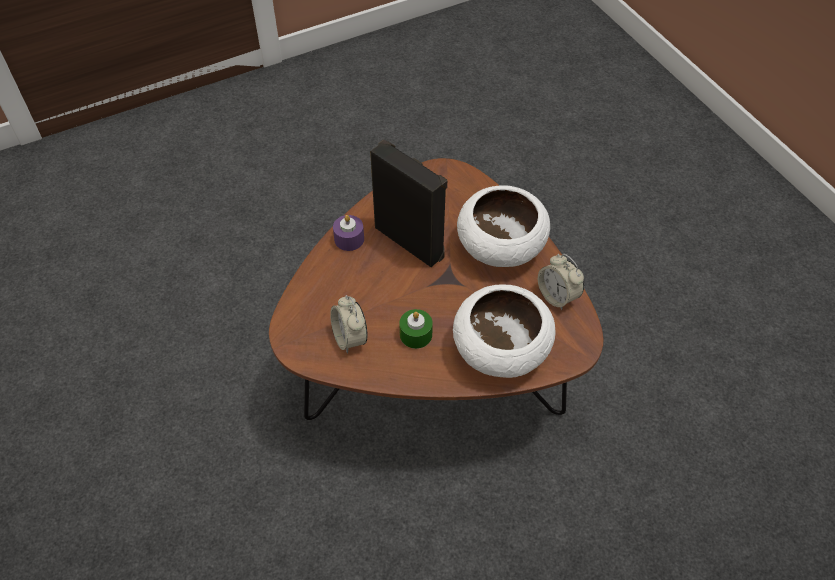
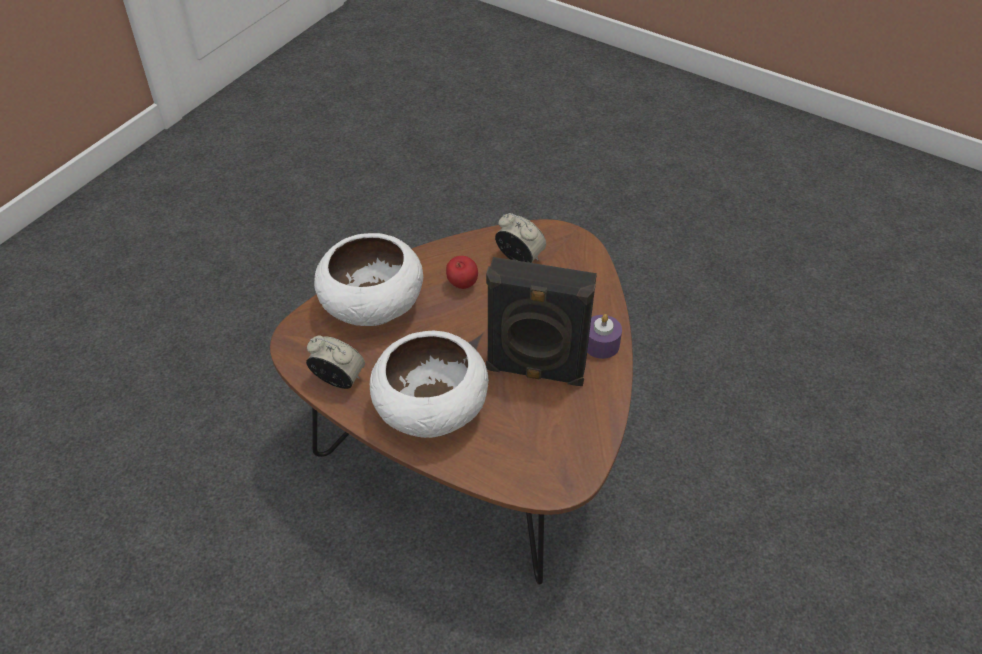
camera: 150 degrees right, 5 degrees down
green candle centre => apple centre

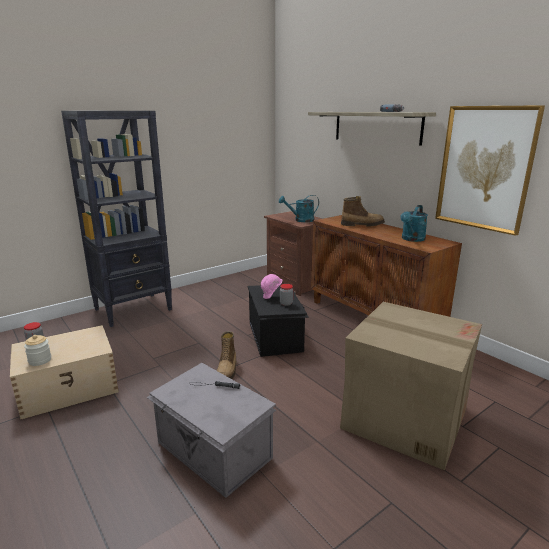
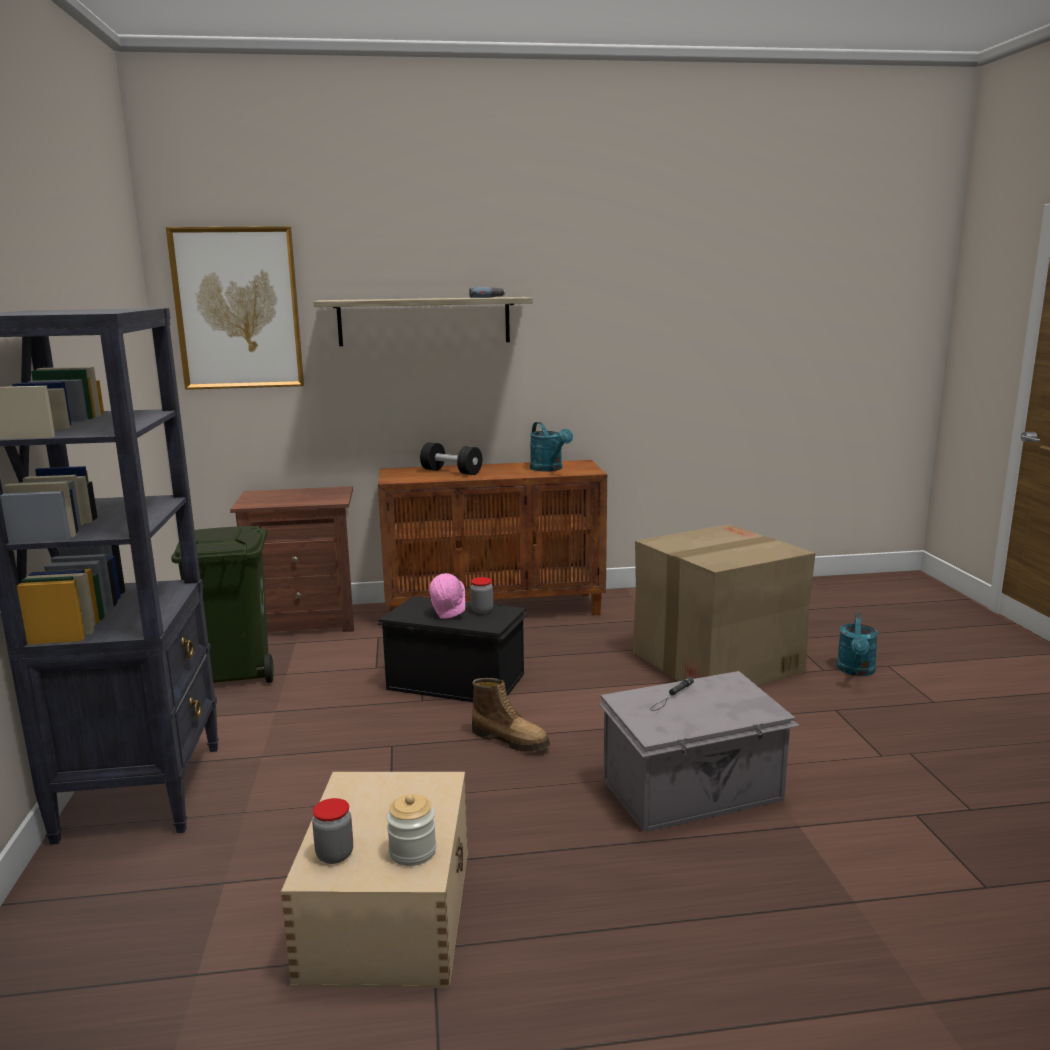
camera: 60 degrees left, 5 degrees down
picture top right => picture top left, move
turquoise watering can (1st from left in the first image) centre => turquoise watering can (2nd from left) middle right, move
boot (2nd from left) centre => black dumbbell centre
nothing => green trash can middle left

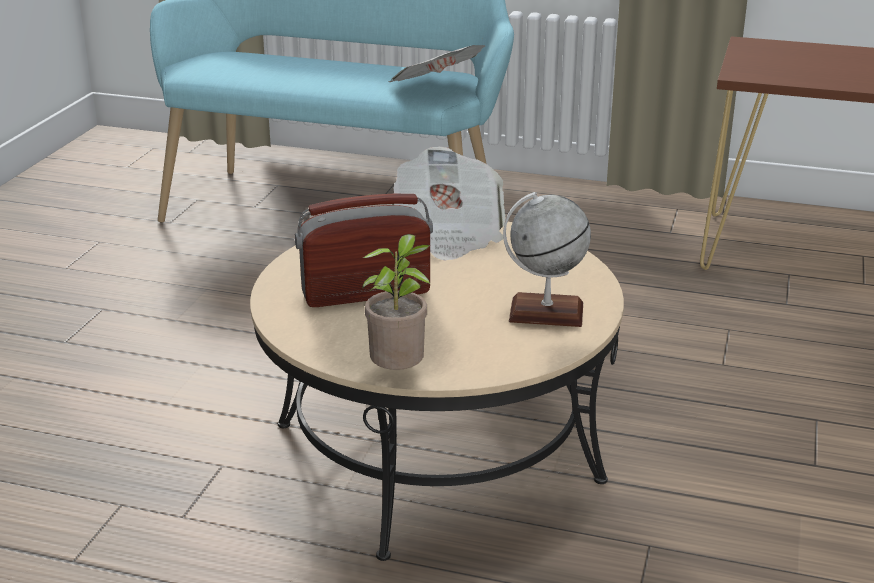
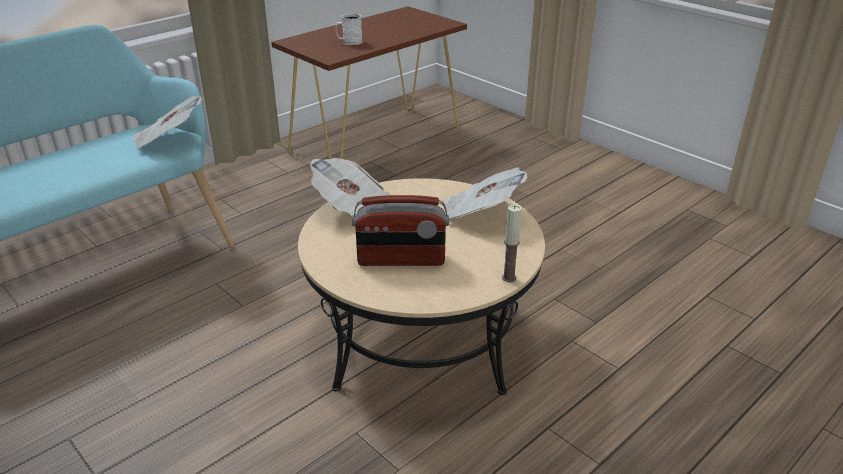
camera: 60 degrees left, 5 degrees up
globe centre => newspaper (3rd from left) centre
radio centre, 105 degrees counterclockwise
potted plant centre => candle centre
nothing => white mug top centre

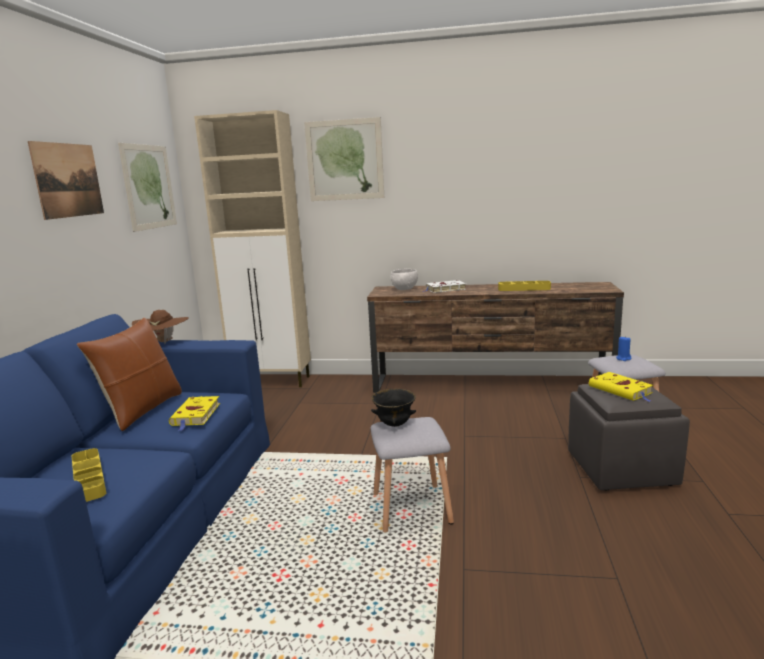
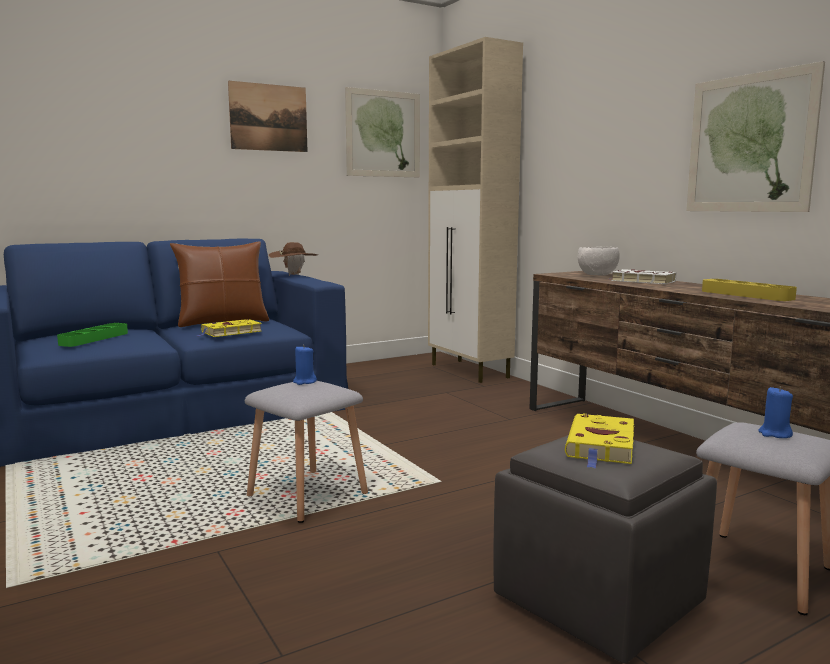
camera: 50 degrees right, 5 degrees down
picture (3rd from left) top centre => picture (3rd from left) top right, move
black bowl centre => blue candle (1st from left) centre
yellow tray (1st from left) bottom left => green tray middle left

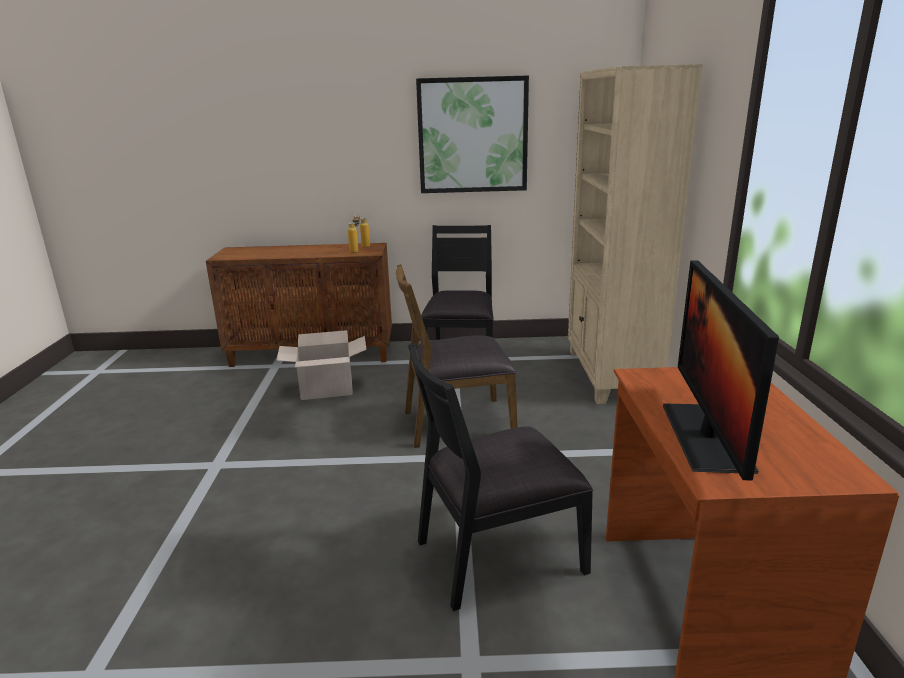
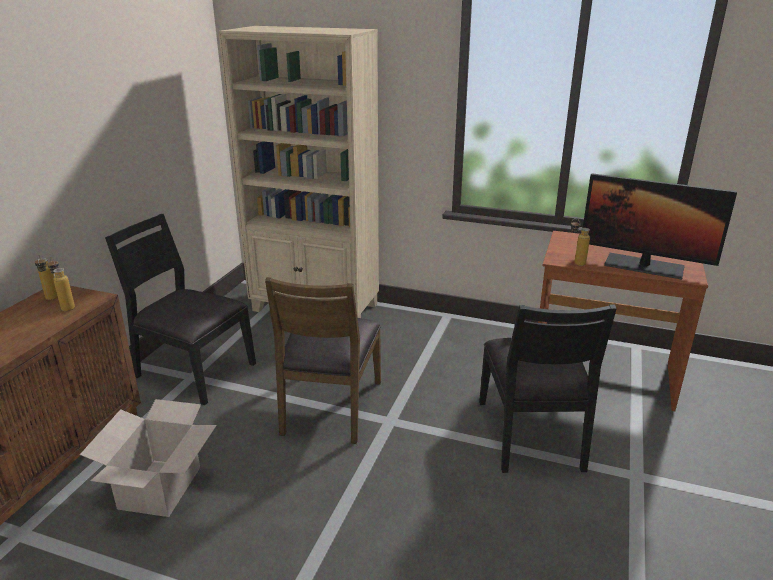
camera: 70 degrees left, 5 degrees up
picture top centre => nothing
nothing => bottle (3rd from left) middle right

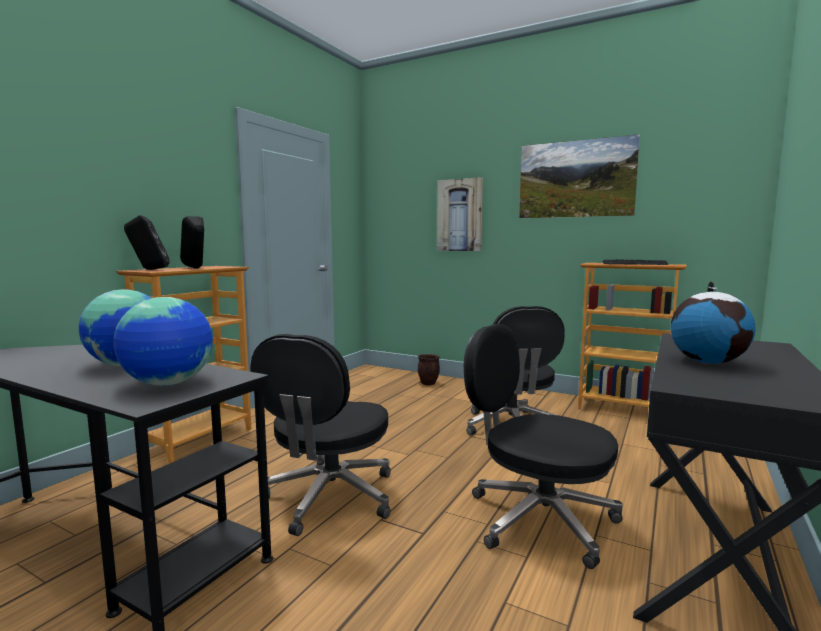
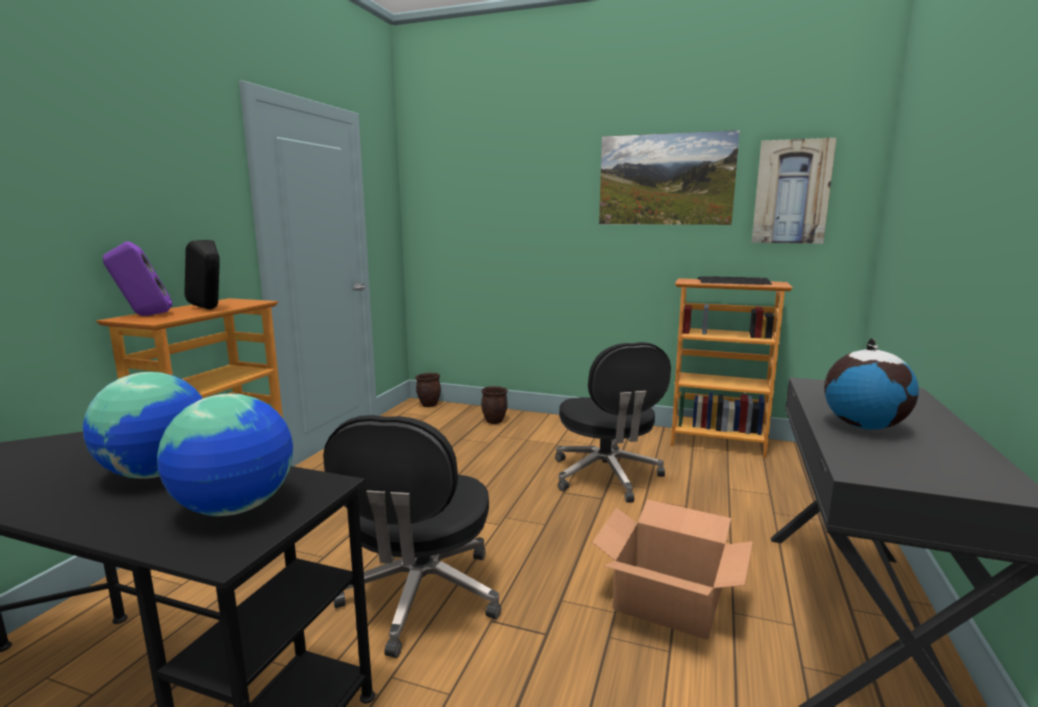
camera: 10 degrees left, 5 degrees up
picture (1st from left in the first image) centre => picture (2nd from left) top right, move
black speaker (1st from left) middle left => purple speaker middle left
black office chair (3rd from left) bottom centre => cardboard box bottom centre
nothing => brown planter (1st from left) centre

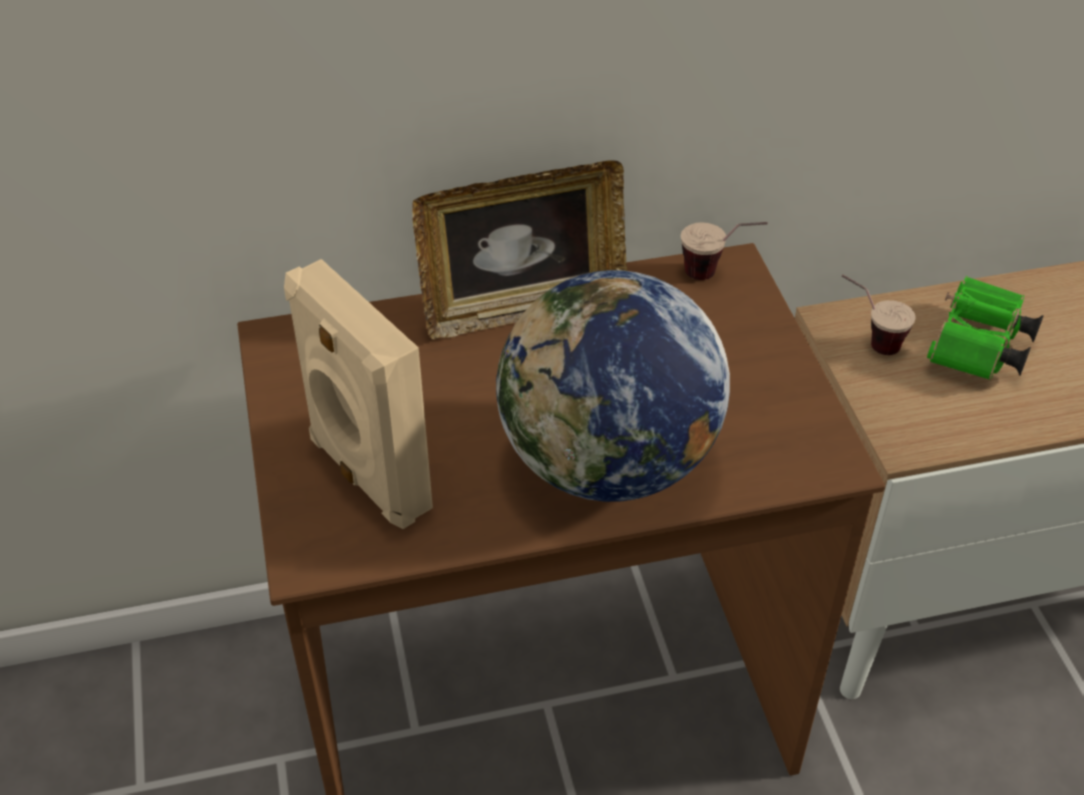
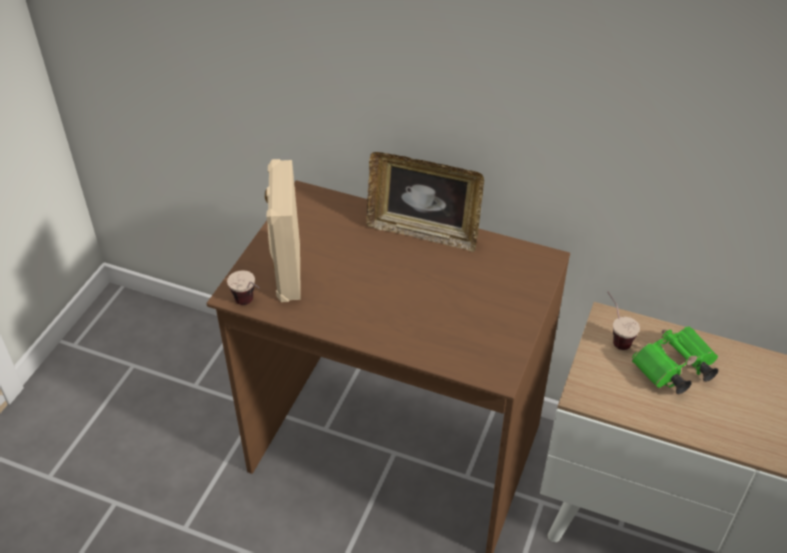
camera: 35 degrees right, 0 degrees up
cup (1st from left) top right => cup (1st from left) middle left, move
globe centre => nothing

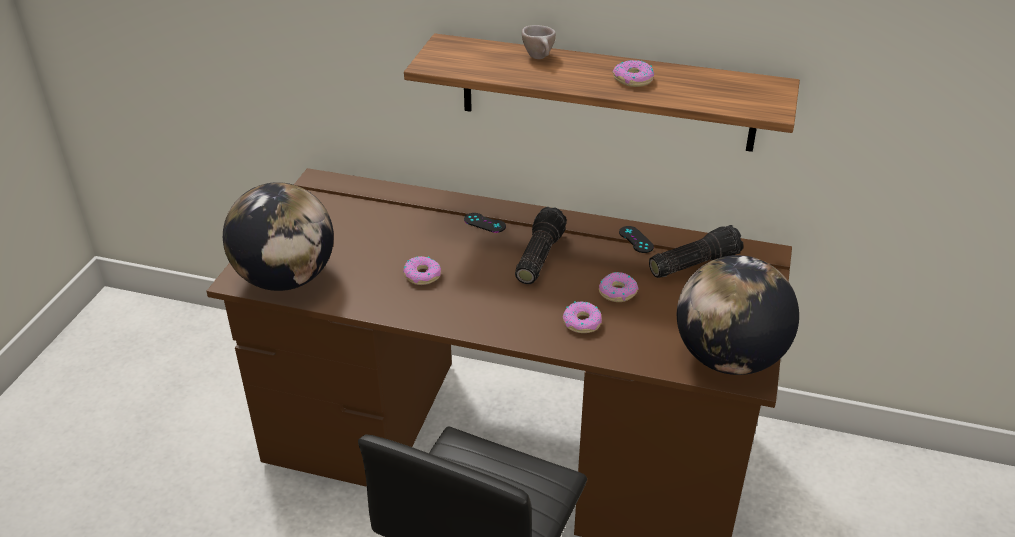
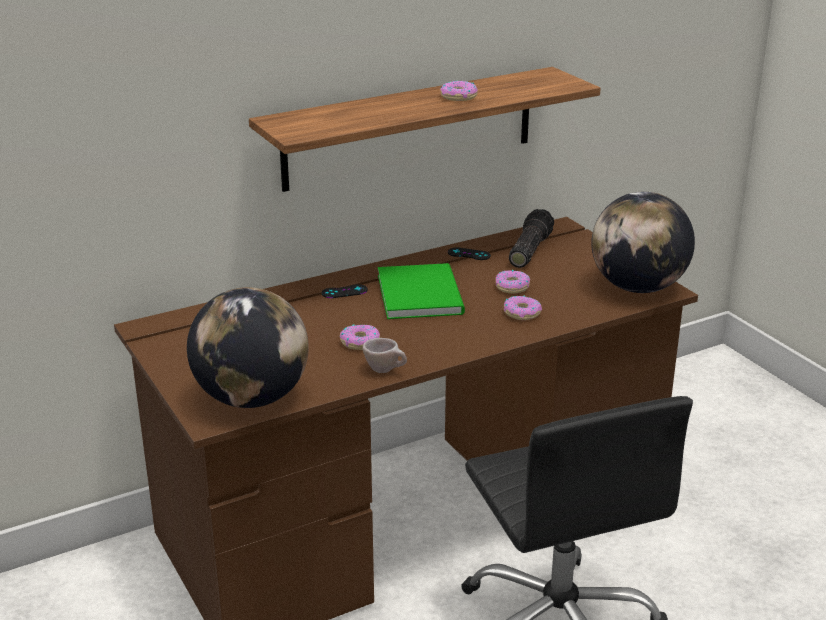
camera: 45 degrees left, 10 degrees down
beige cup top centre => beige cup centre, move
flashlight (1st from left) centre => green book centre

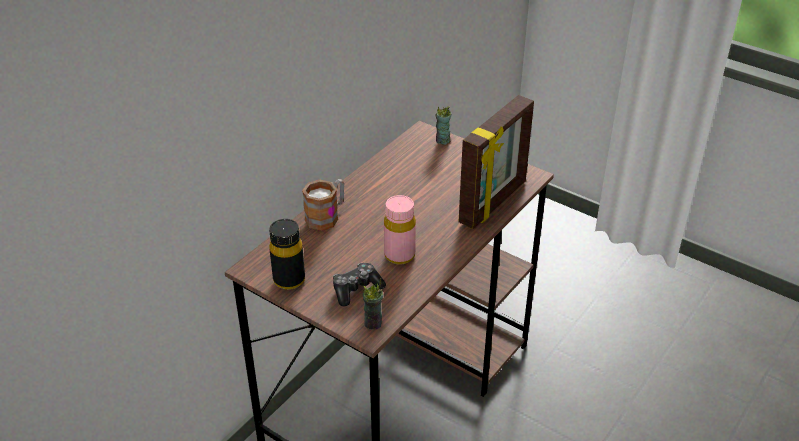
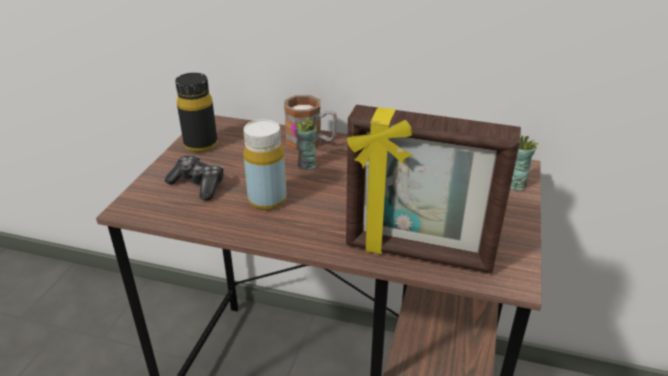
camera: 70 degrees right, 5 degrees down
pink bottle centre => yellow bottle centre
cup (1st from left) bottom centre => cup (1st from left) centre, move

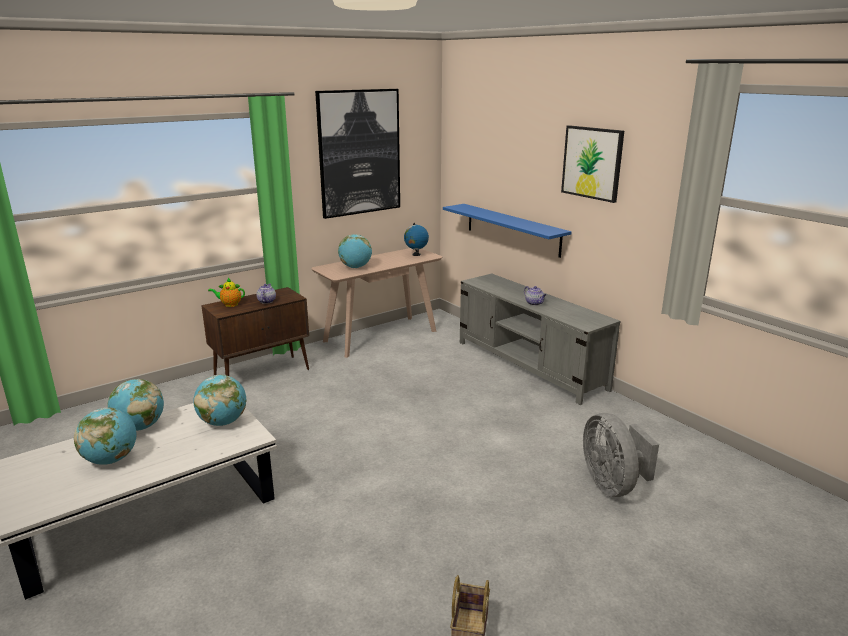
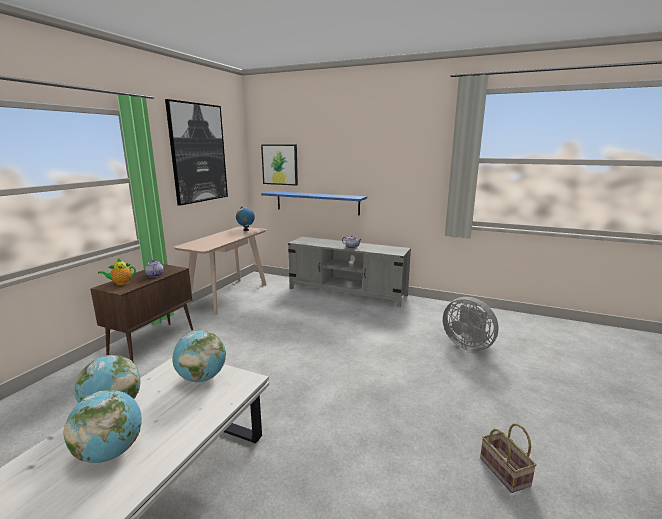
camera: 30 degrees left, 5 degrees down
picture (2nd from left) top right => picture (2nd from left) top centre, move
globe (4th from left) centre => nothing

